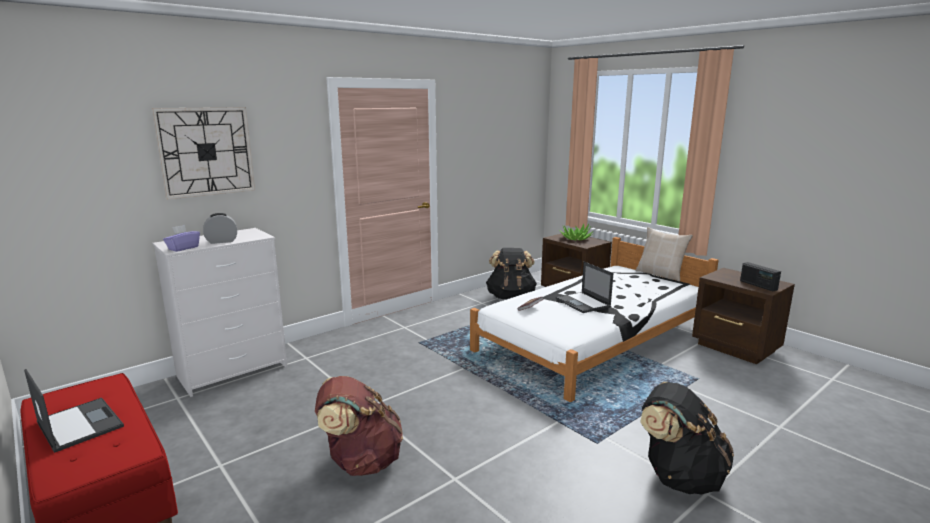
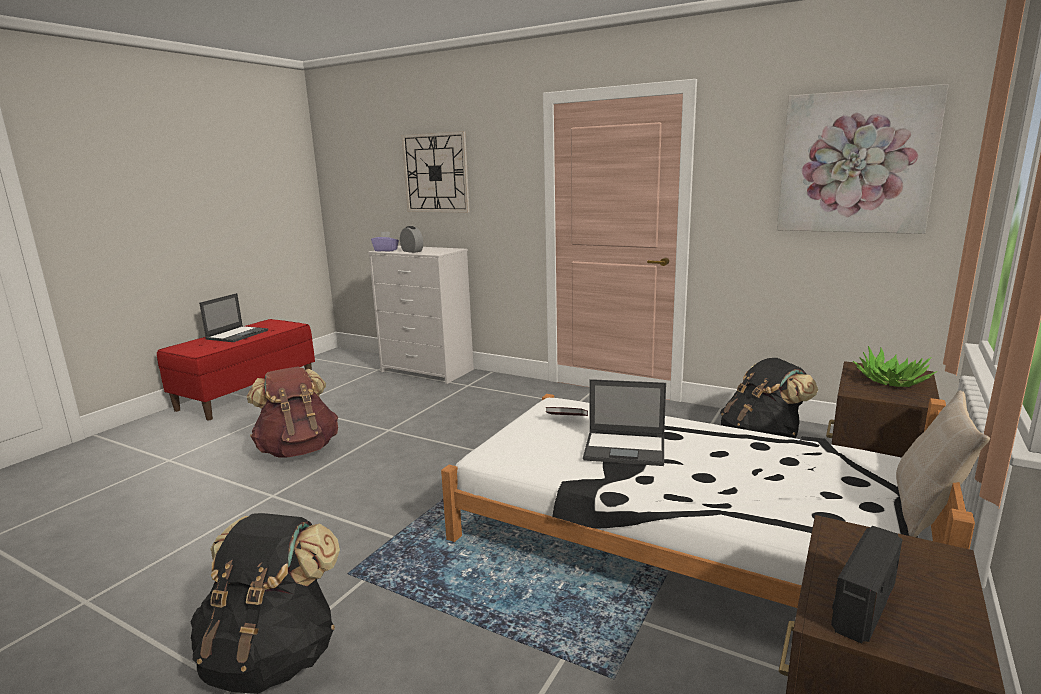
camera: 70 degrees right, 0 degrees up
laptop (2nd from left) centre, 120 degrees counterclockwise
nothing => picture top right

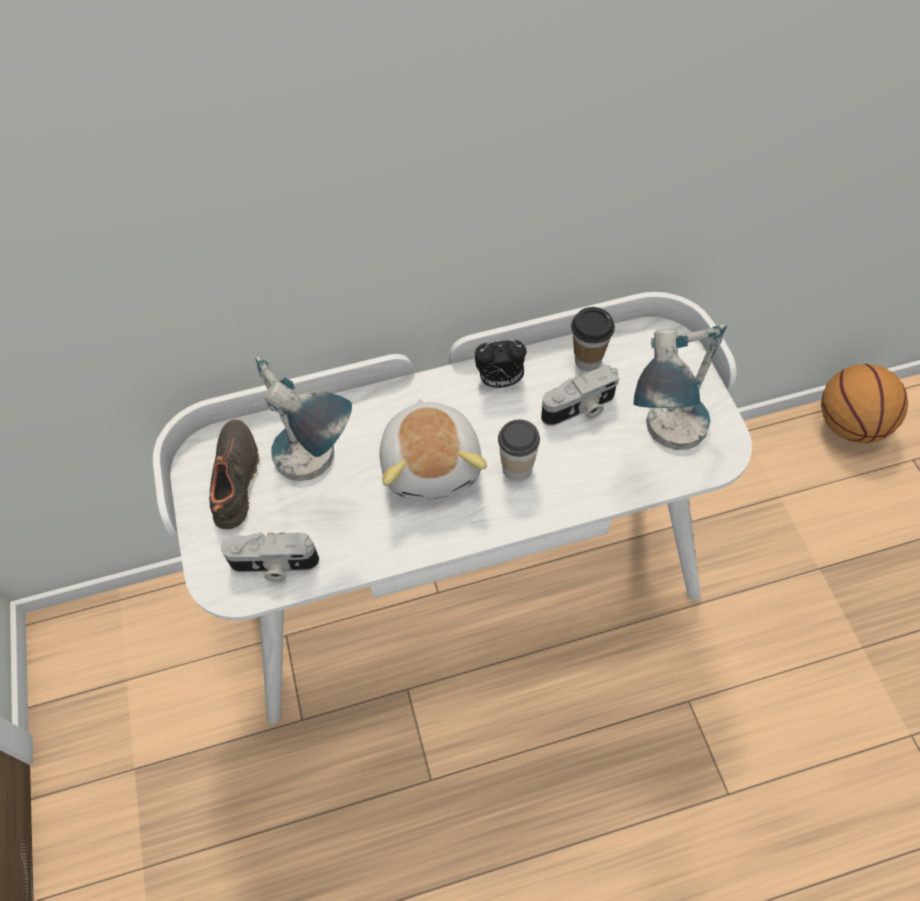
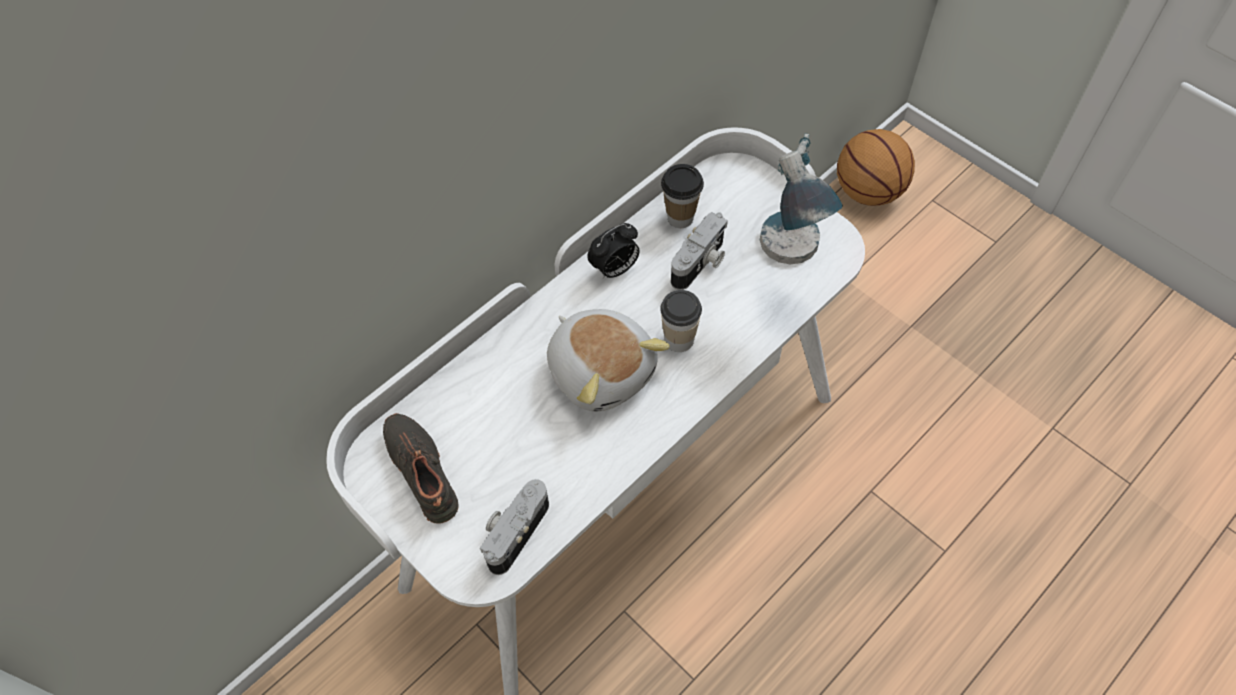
camera: 30 degrees left, 0 degrees up
table lamp (1st from left) middle left => nothing
photo camera (1st from left) middle left => photo camera (1st from left) bottom centre, 150 degrees clockwise

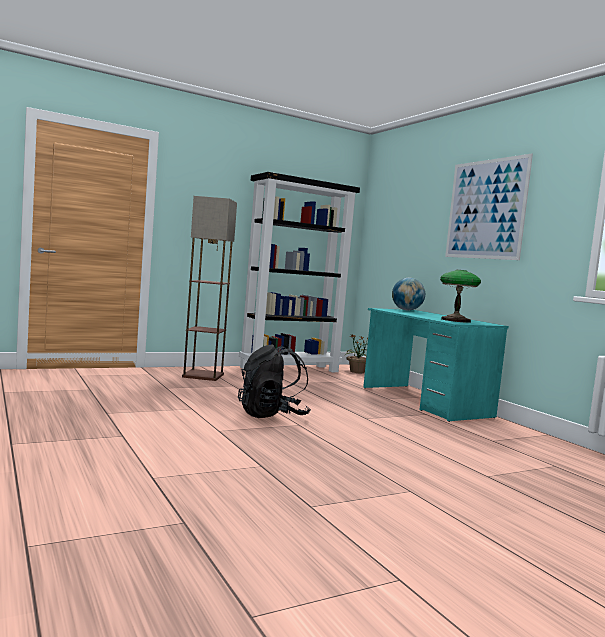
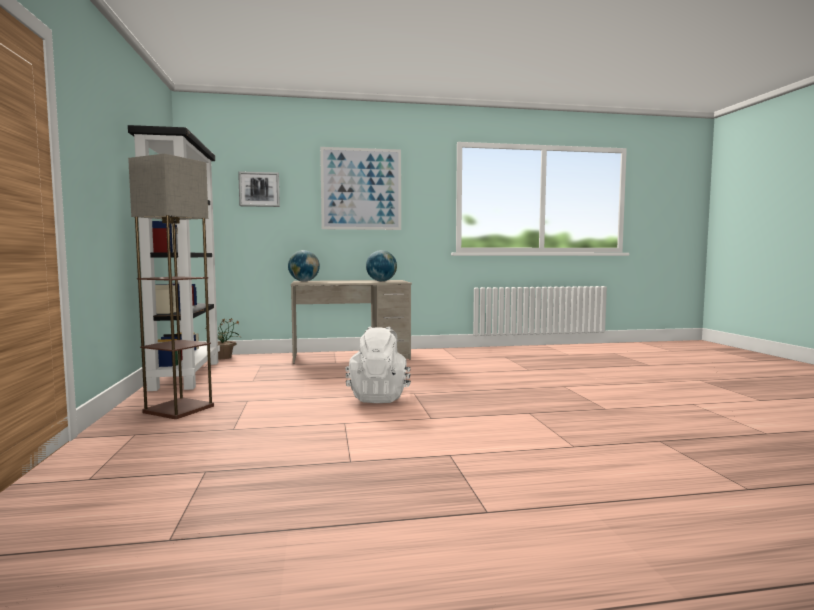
camera: 70 degrees left, 0 degrees up
table lamp middle right => globe (2nd from left) centre
turquoise desk middle right => beige desk centre
black backpack centre => white backpack centre
nothing => picture (1st from left) top left

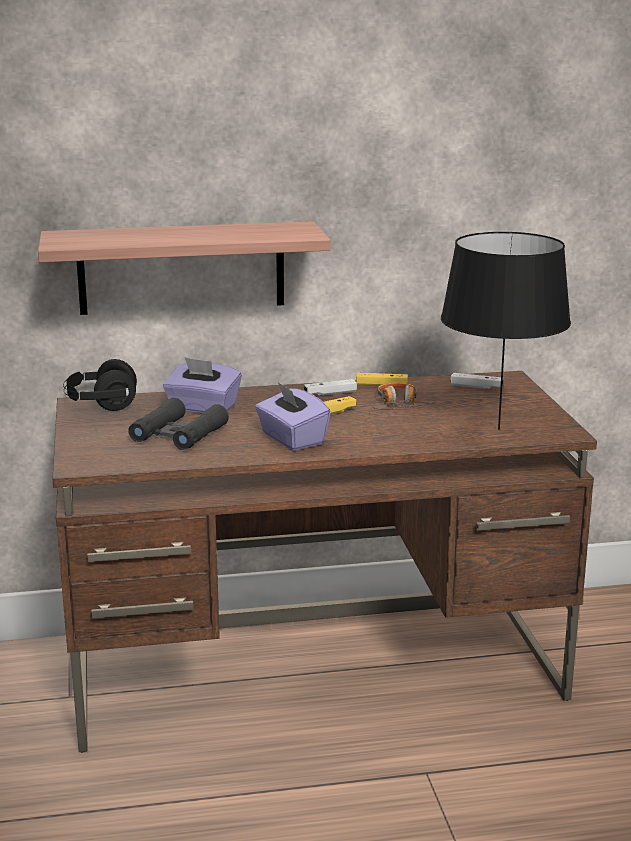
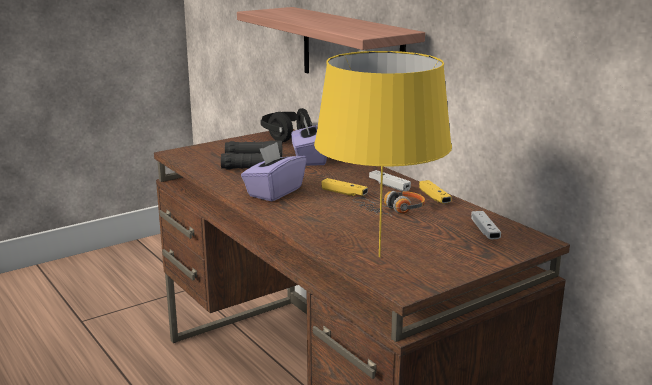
camera: 65 degrees right, 0 degrees up
black table lamp middle right => yellow table lamp centre

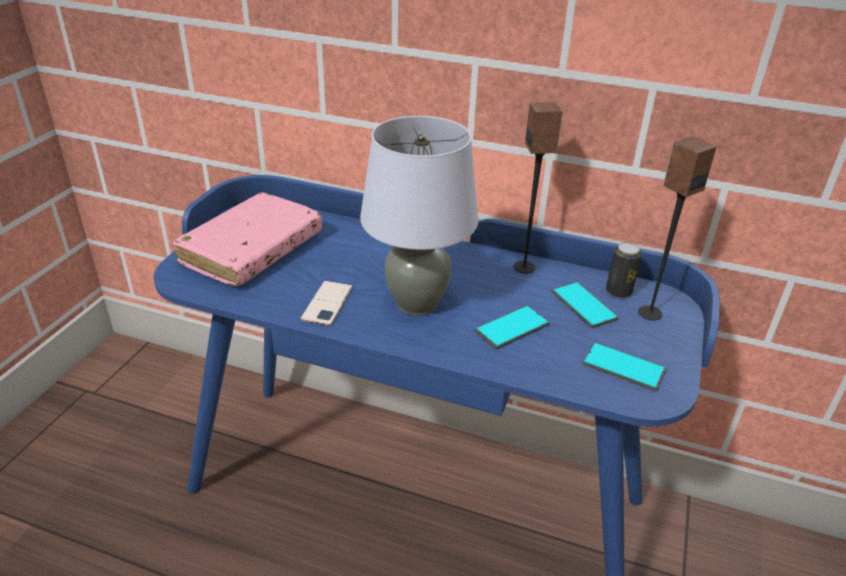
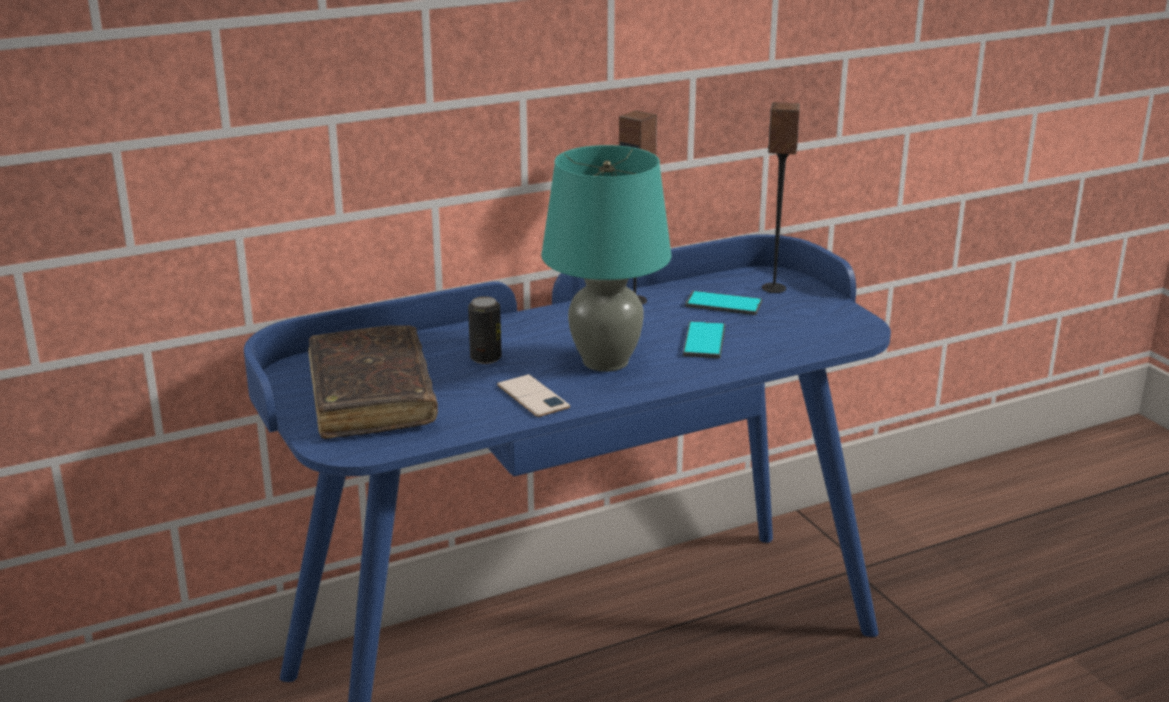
camera: 45 degrees left, 10 degrees down
grey table lamp centre => turquoise table lamp centre
pink book middle left => brown book middle left
can middle right => can centre, move
phone (4th from left) middle right => nothing

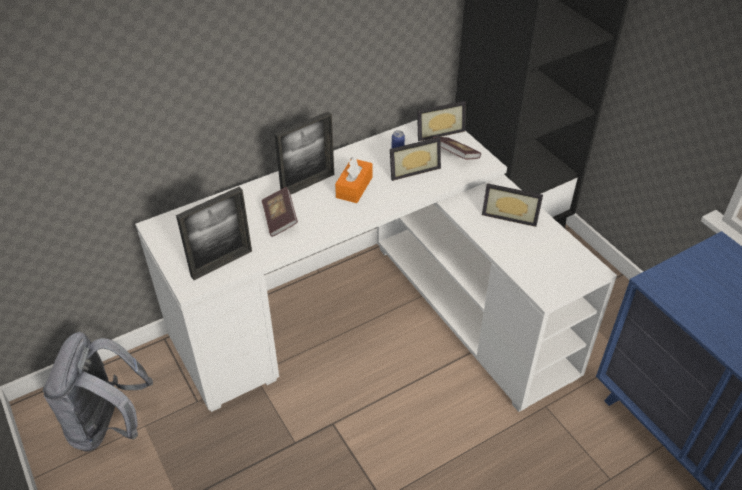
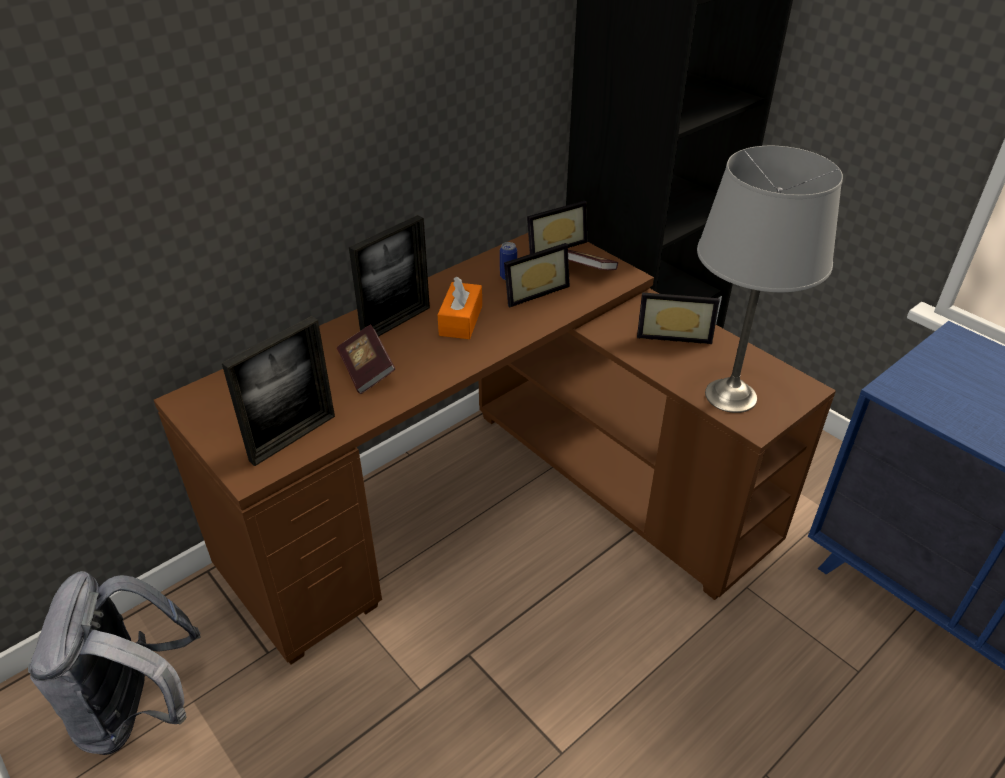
camera: 10 degrees left, 5 degrees down
white desk centre => brown desk centre
nothing => grey table lamp middle right

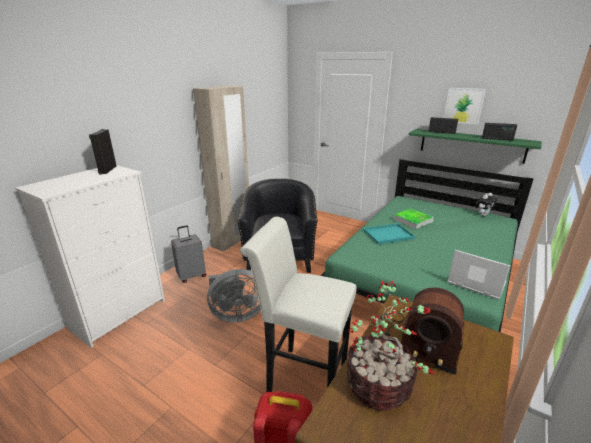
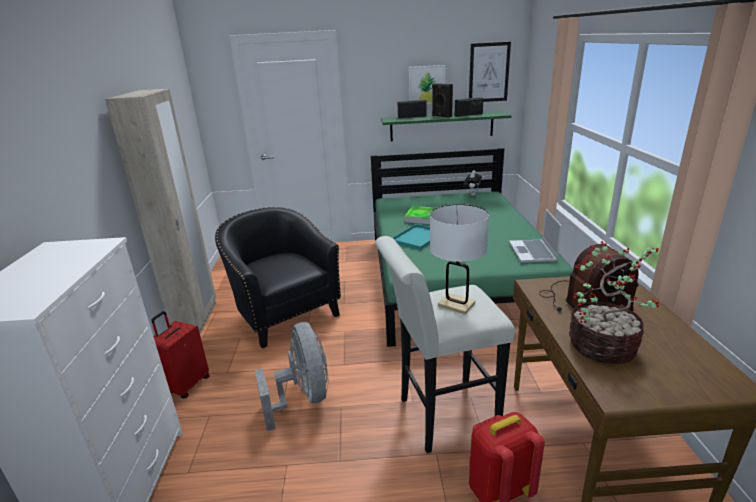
camera: 35 degrees left, 0 degrees up
black speaker middle left => black speaker top centre, move
grey suitcase middle left => red suitcase bottom left
laptop middle right, 90 degrees counterclockwise
grey fan bottom centre, 60 degrees counterclockwise
nothing => picture (2nd from left) top centre
nothing => white table lamp centre

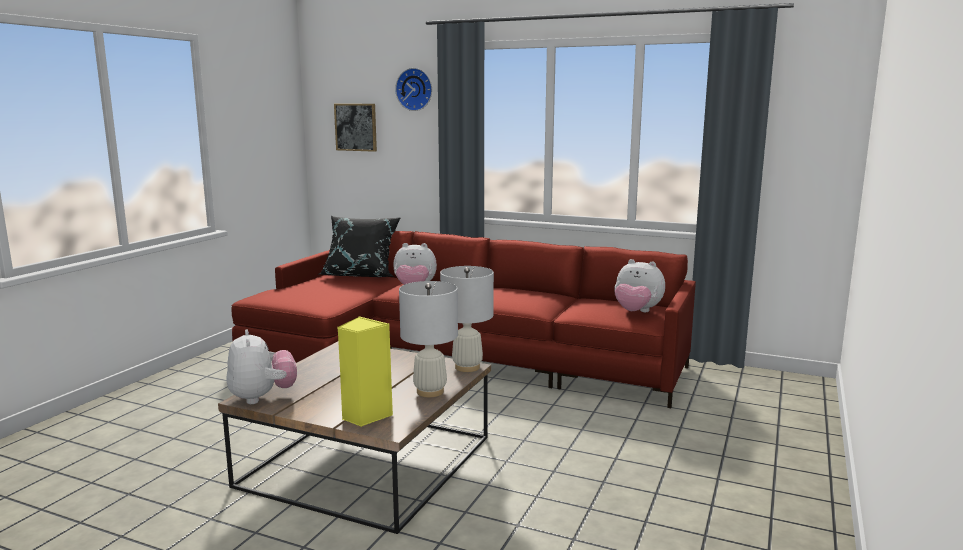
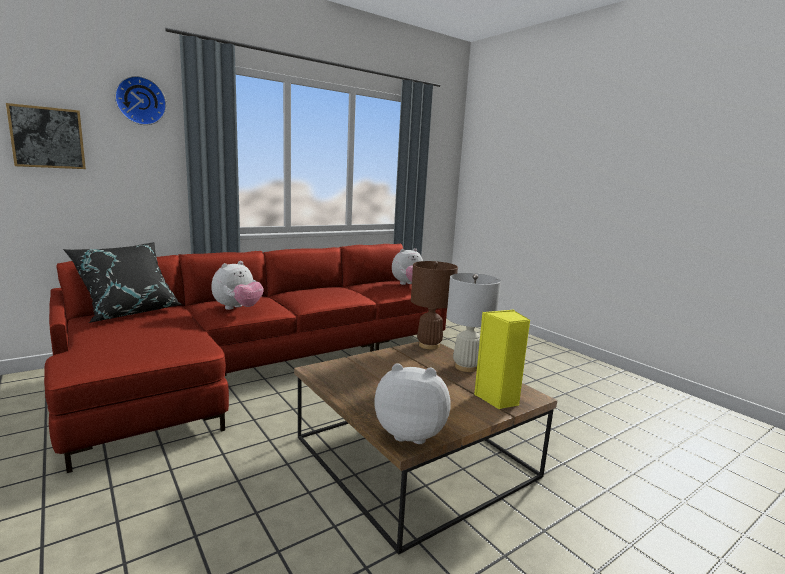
camera: 60 degrees left, 0 degrees up
white table lamp (2nd from left) centre => brown table lamp centre

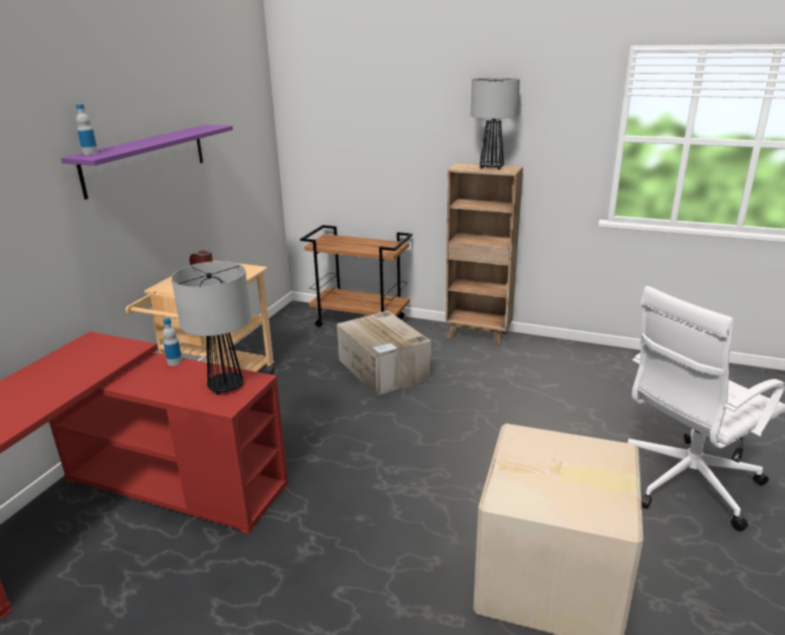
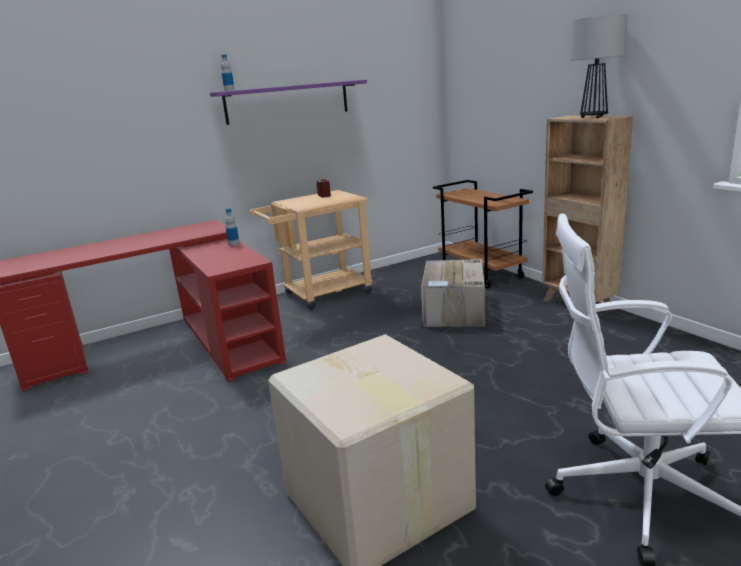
camera: 40 degrees right, 5 degrees down
table lamp (1st from left) middle left => nothing

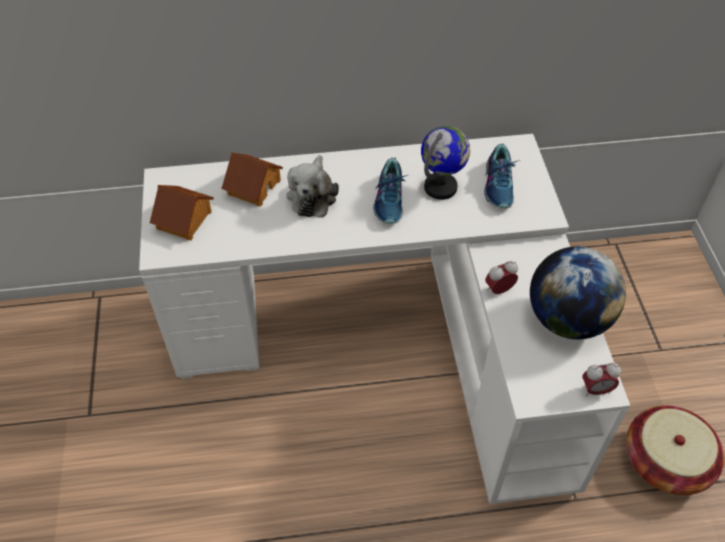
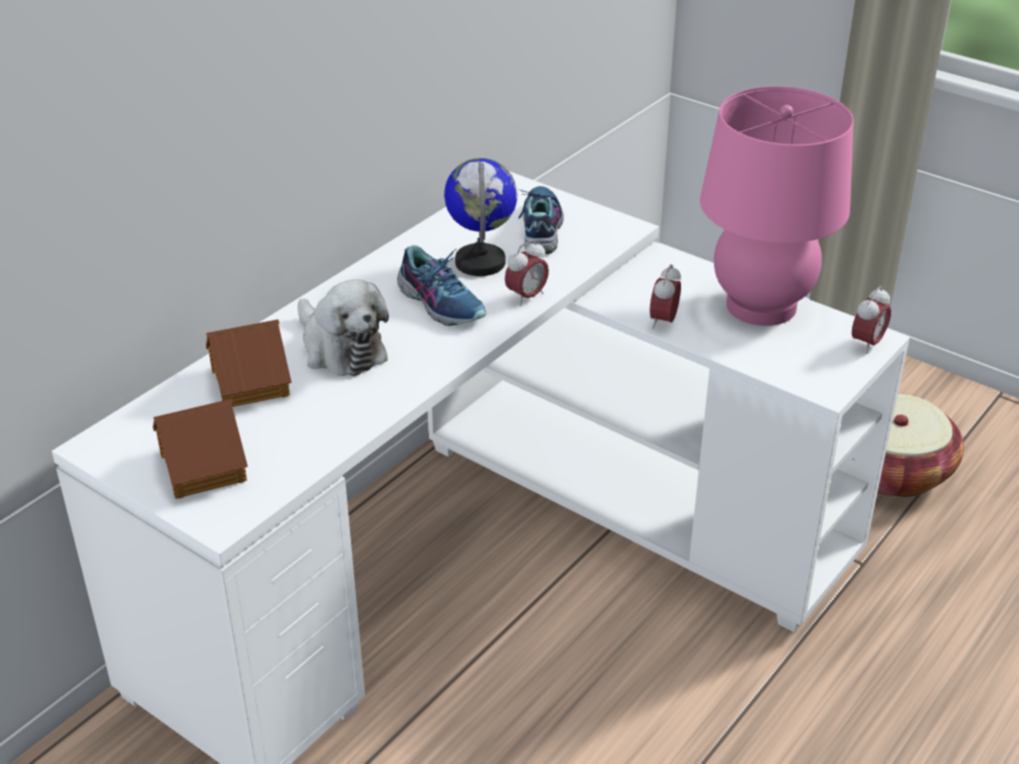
camera: 45 degrees left, 15 degrees down
shoe (2nd from left) top right => shoe (2nd from left) top centre, 135 degrees counterclockwise
globe (2nd from left) middle right => pink table lamp top right
nothing => alarm clock (1st from left) centre

